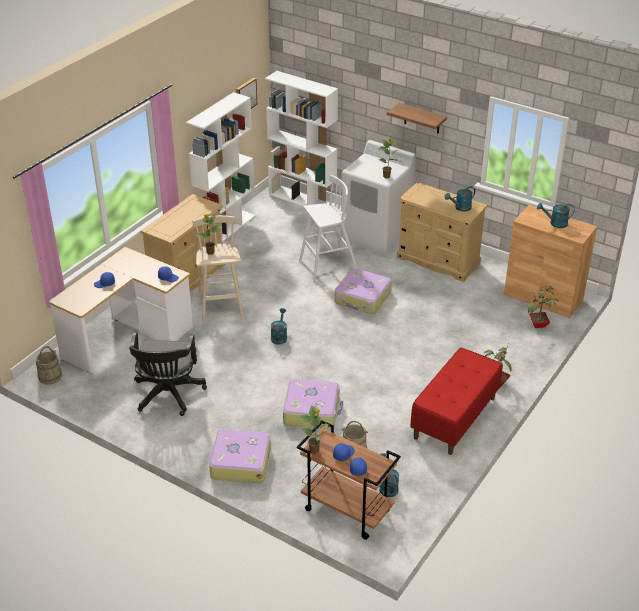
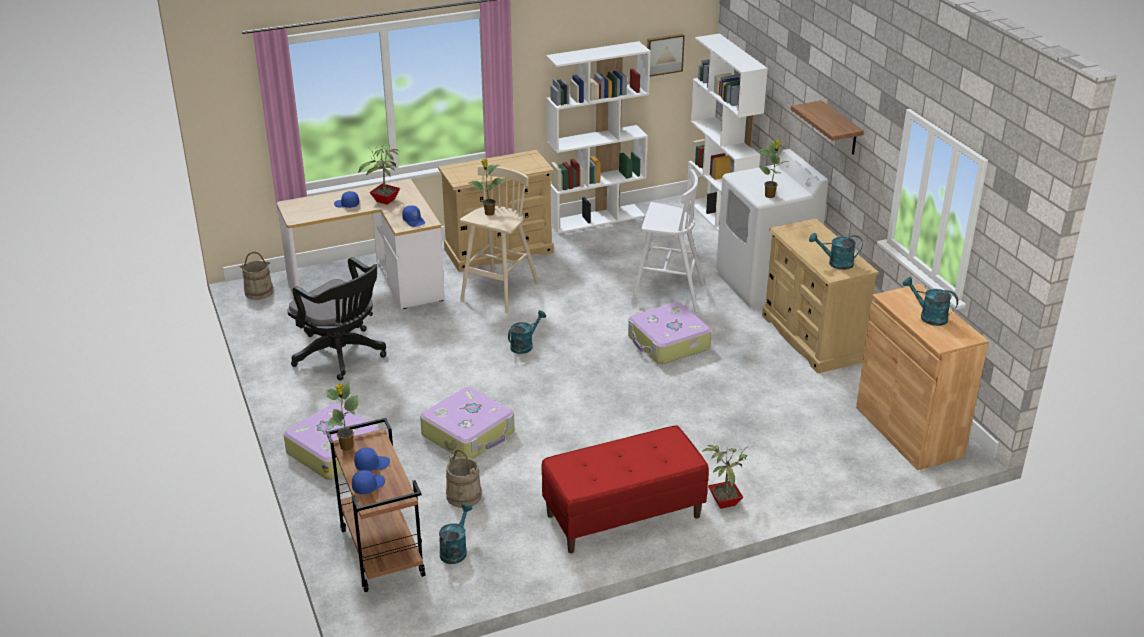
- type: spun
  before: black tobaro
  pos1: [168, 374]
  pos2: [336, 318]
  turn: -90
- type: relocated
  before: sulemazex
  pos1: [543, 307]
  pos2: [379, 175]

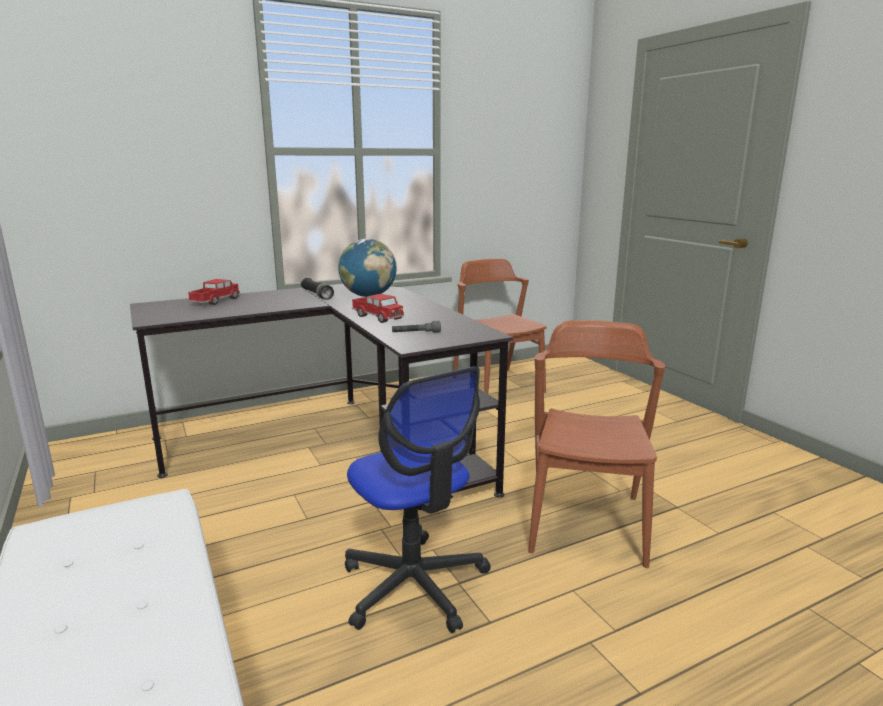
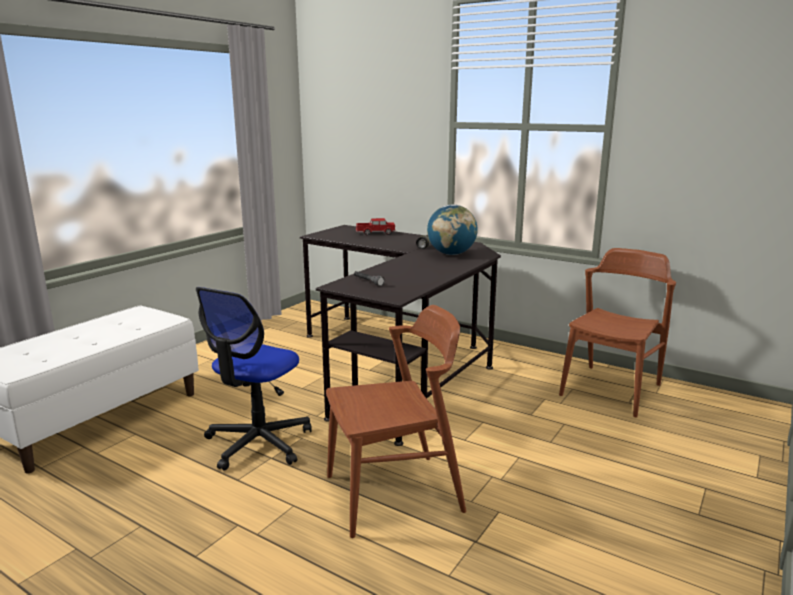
- type: missing
  before: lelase
  pos1: [378, 308]

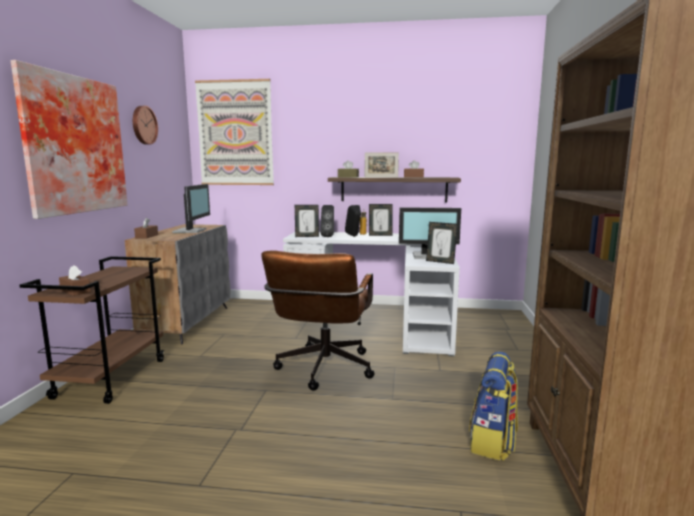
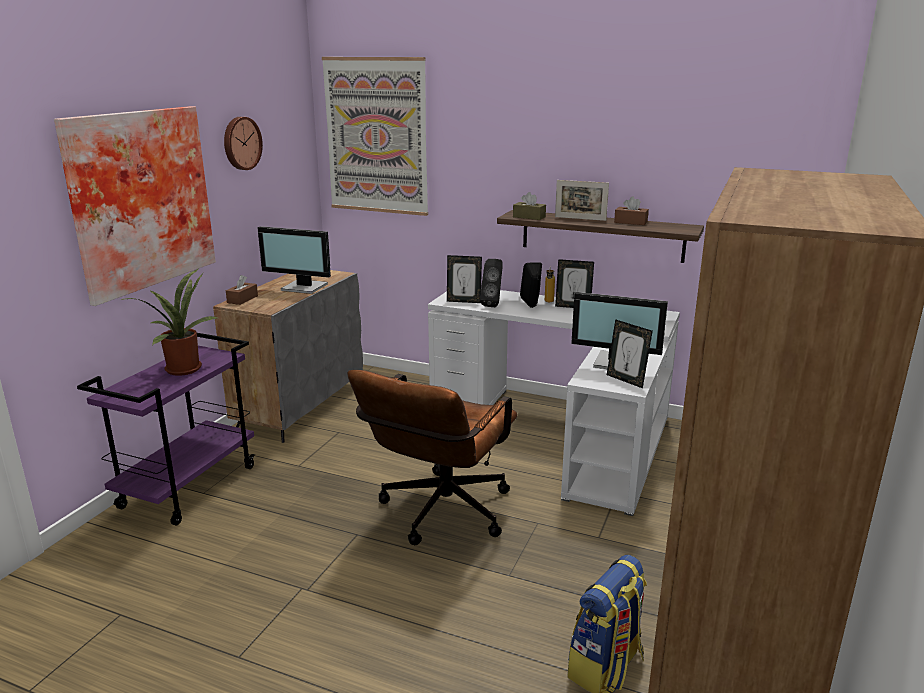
- type: colour
  before: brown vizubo
  after: purple vizubo
  pos1: [92, 330]
  pos2: [166, 429]
- type: missing
  before: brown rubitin
  pos1: [75, 280]
- type: spun
  before: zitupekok
  pos1: [191, 208]
  pos2: [294, 260]
  turn: 90
- type: appeared
  after: sulemazex
  pos2: [169, 322]

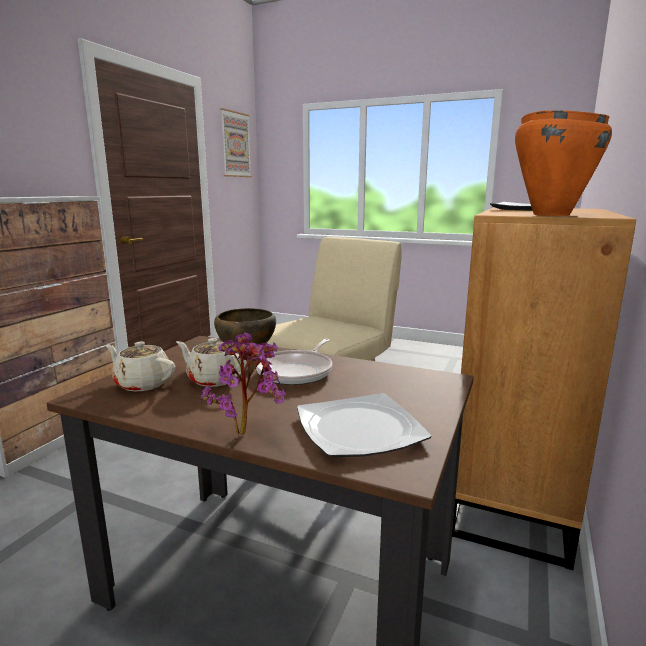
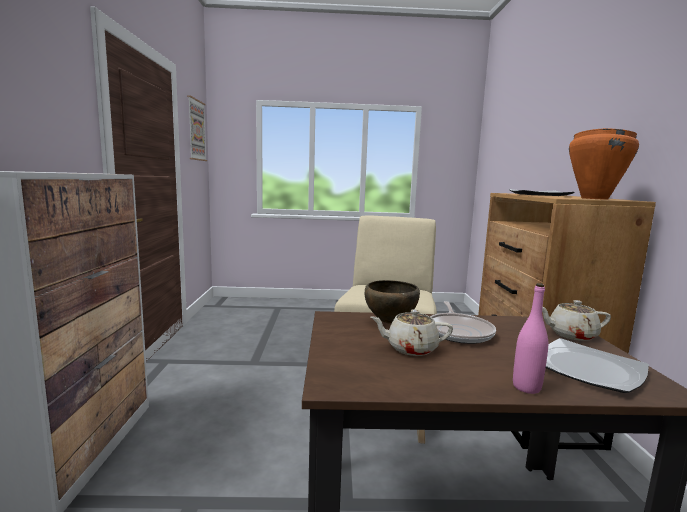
- type: relocated
  before: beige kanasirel
  pos1: [140, 366]
  pos2: [576, 320]
- type: exchanged
  before: sulemazex
  after: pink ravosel
  pos1: [243, 383]
  pos2: [530, 338]

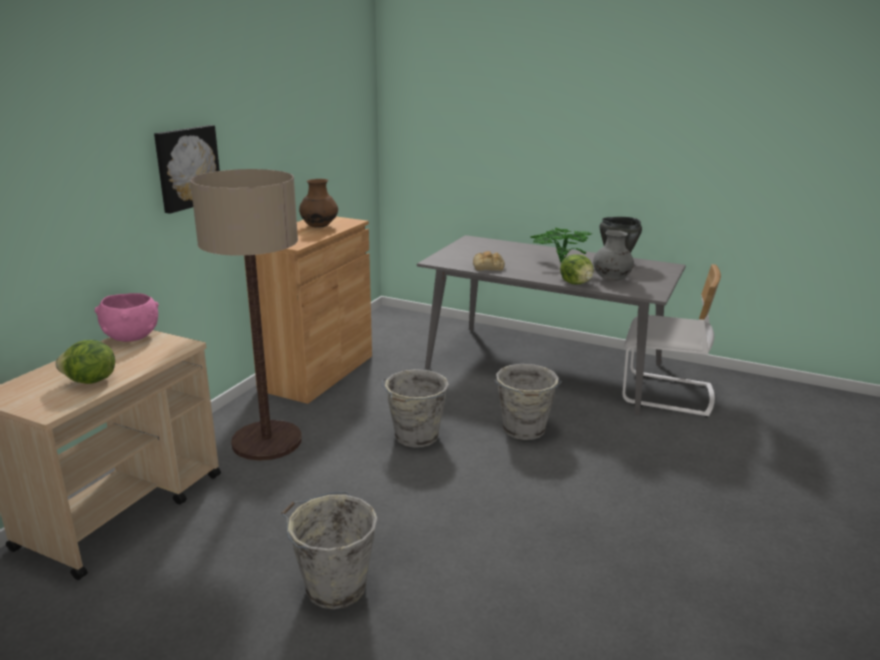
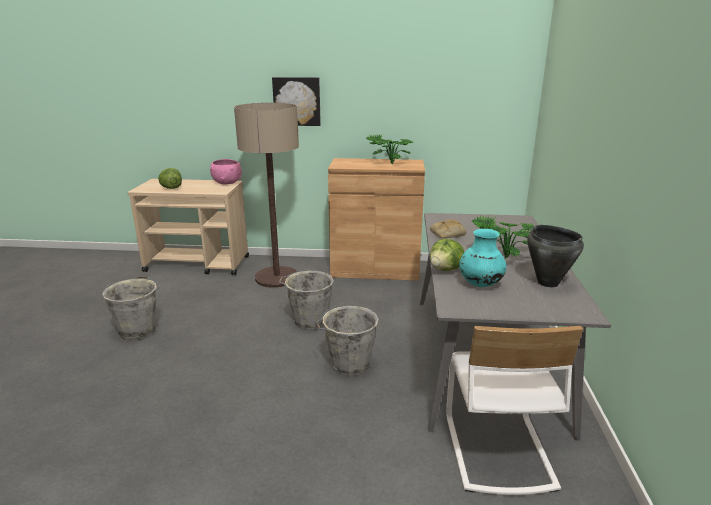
- type: exchanged
  before: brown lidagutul
  after: sulemazex
  pos1: [318, 203]
  pos2: [389, 149]
- type: colour
  before: grey lidagutul
  after: turquoise lidagutul
  pos1: [613, 255]
  pos2: [482, 258]

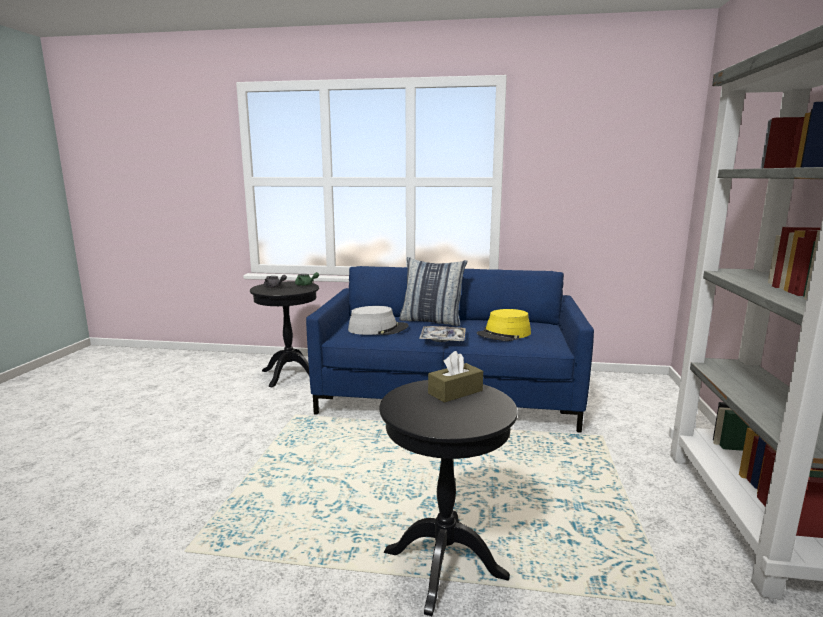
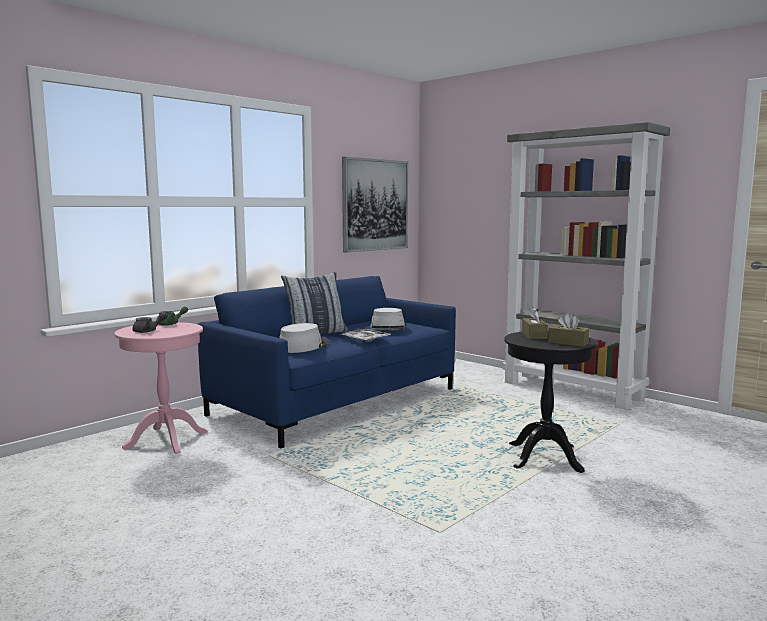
- type: colour
  before: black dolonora
  after: pink dolonora
  pos1: [284, 334]
  pos2: [161, 388]
- type: colour
  before: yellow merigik
  after: grey merigik
  pos1: [504, 325]
  pos2: [387, 319]
- type: appeared
  after: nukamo
  pos2: [375, 205]
- type: appeared
  after: brown rubitin
  pos2: [568, 330]

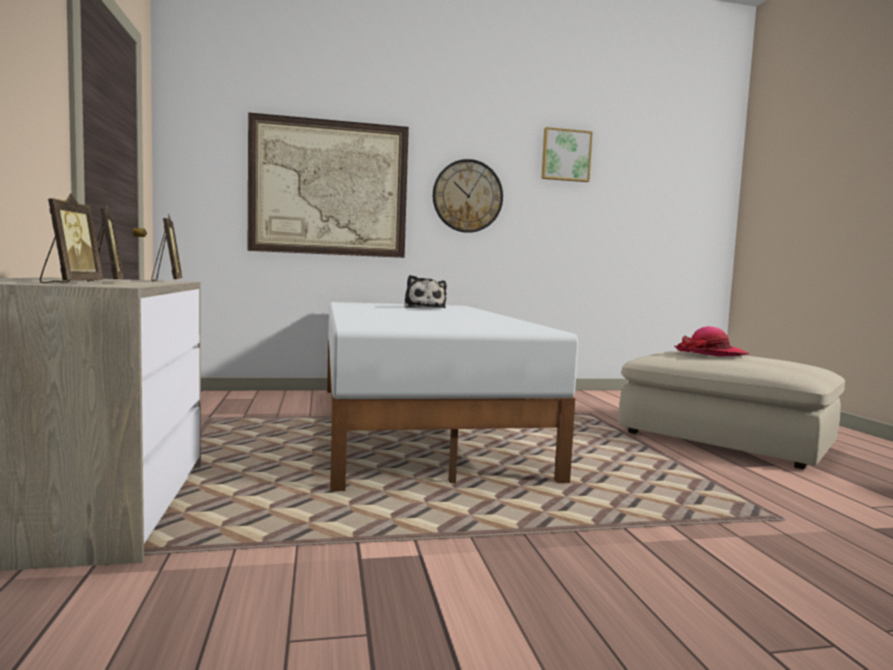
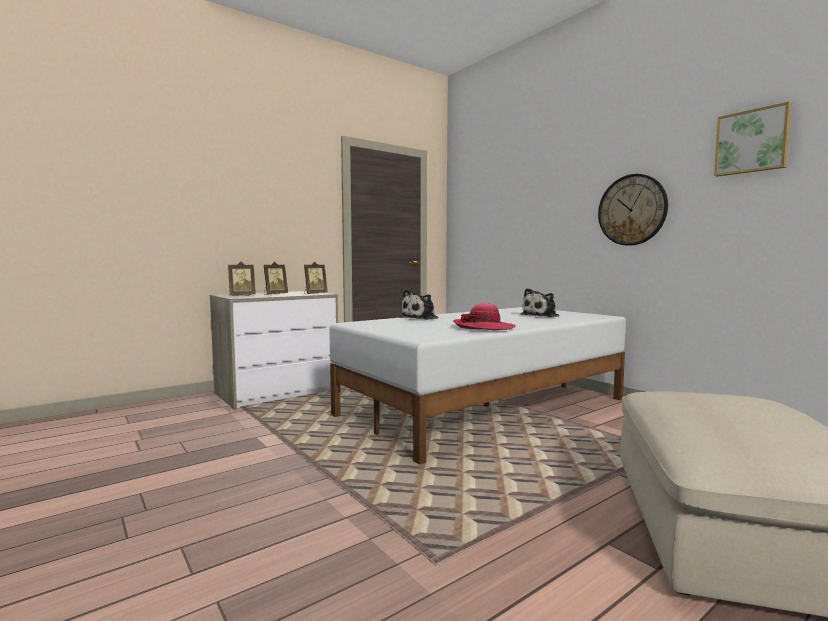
- type: missing
  before: nukamo
  pos1: [328, 185]
- type: relocated
  before: merigik
  pos1: [711, 341]
  pos2: [484, 316]
- type: appeared
  after: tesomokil
  pos2: [418, 305]

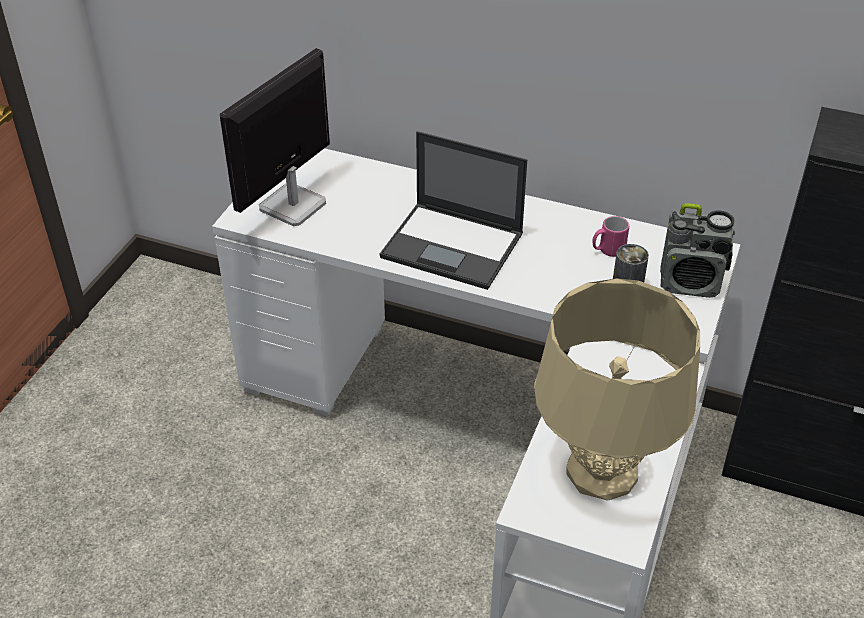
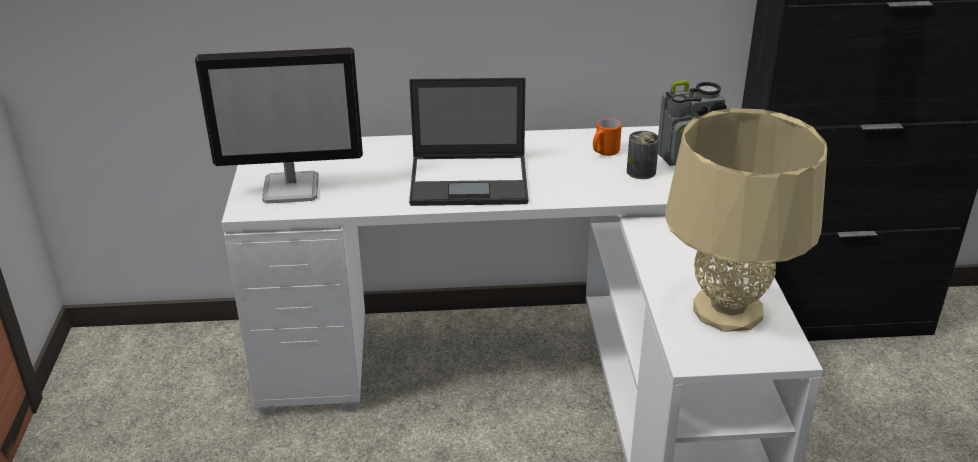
- type: spun
  before: zitupekok
  pos1: [275, 137]
  pos2: [279, 125]
  turn: -105
- type: colour
  before: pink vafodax
  after: orange vafodax
  pos1: [610, 236]
  pos2: [607, 137]

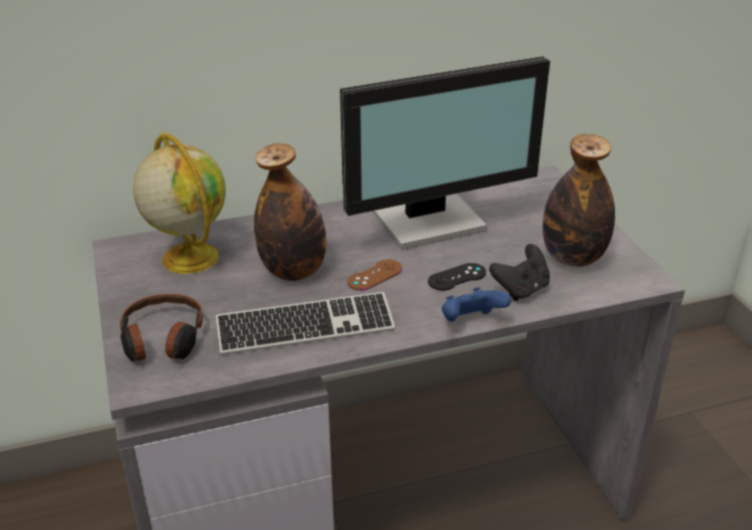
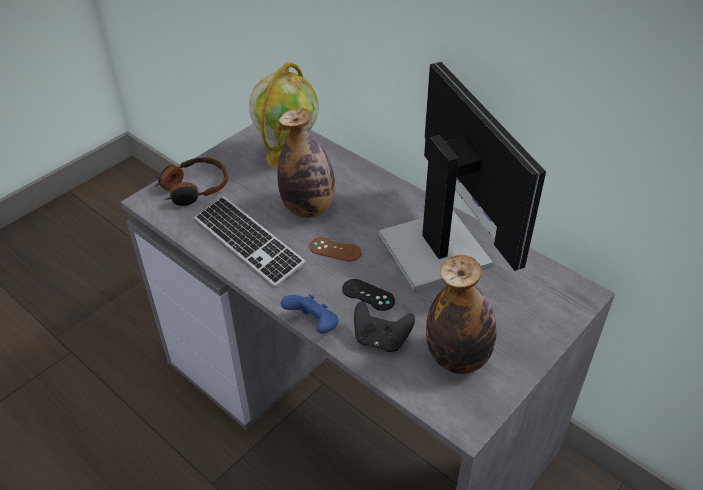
- type: spun
  before: zitupekok
  pos1: [445, 153]
  pos2: [462, 176]
  turn: -150

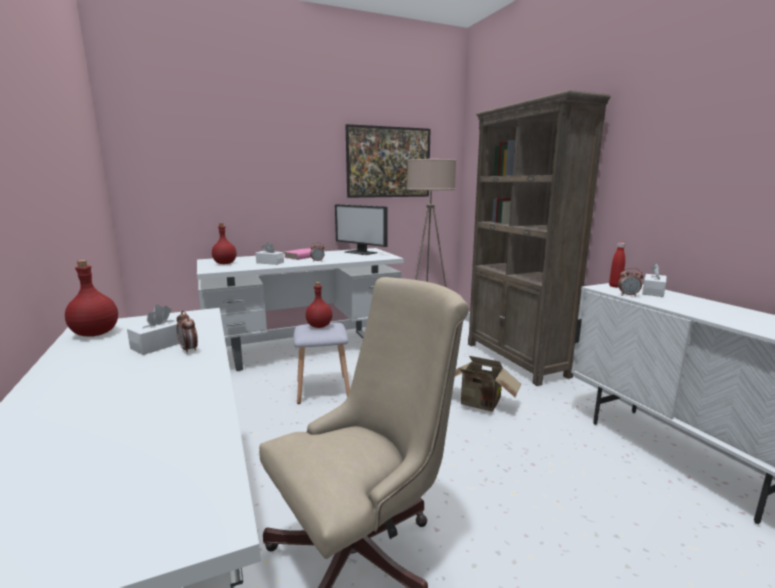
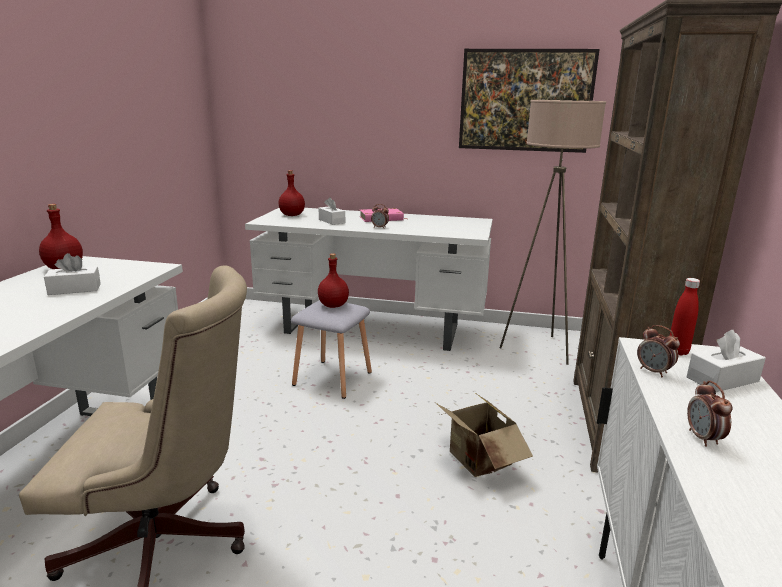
- type: relocated
  before: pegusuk
  pos1: [187, 332]
  pos2: [709, 414]
- type: missing
  before: zitupekok
  pos1: [361, 229]

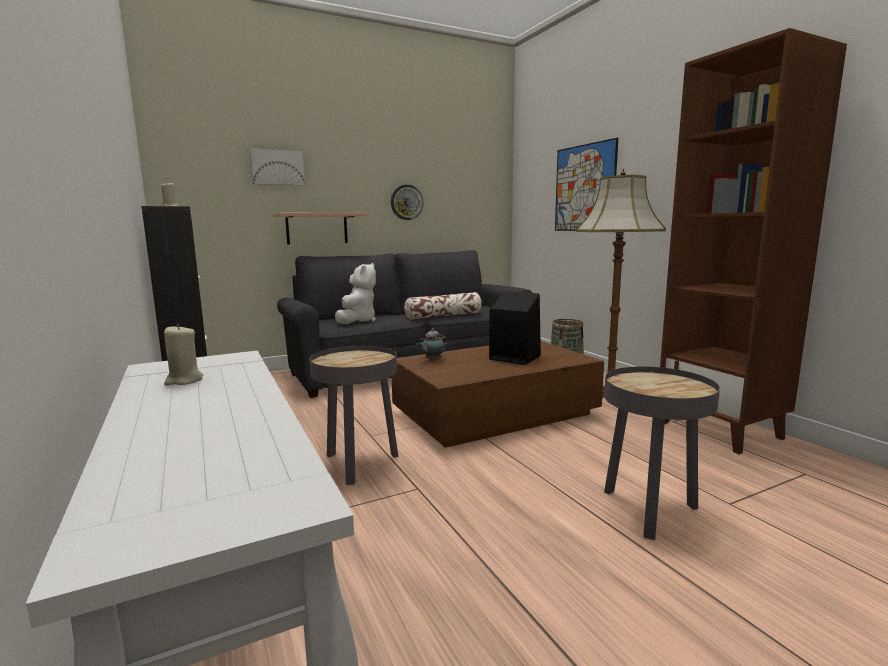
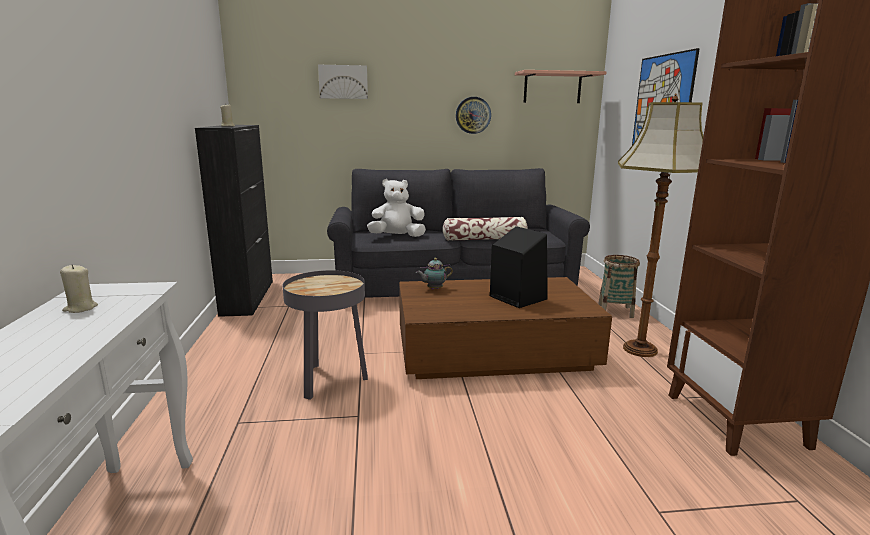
- type: relocated
  before: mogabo
  pos1: [320, 228]
  pos2: [561, 86]
- type: spun
  before: white tesomokil
  pos1: [355, 293]
  pos2: [396, 208]
  turn: -135
- type: missing
  before: grey dolonora
  pos1: [662, 453]

